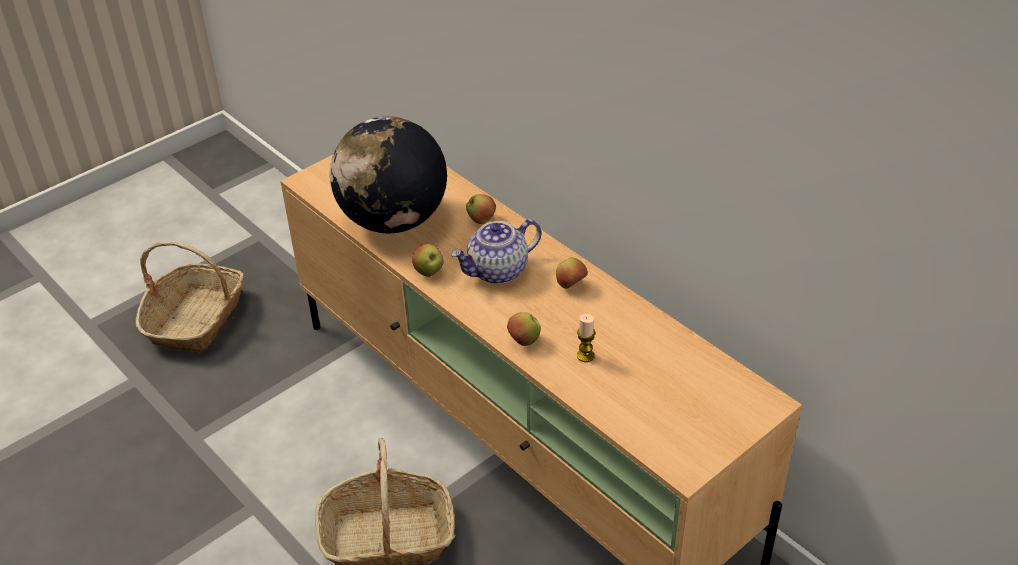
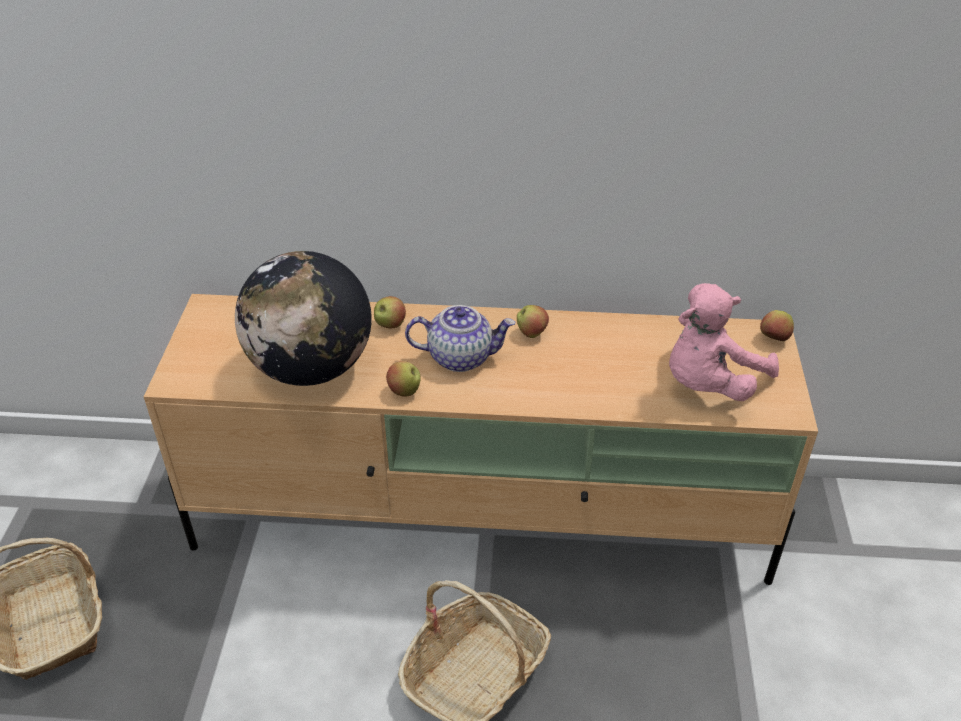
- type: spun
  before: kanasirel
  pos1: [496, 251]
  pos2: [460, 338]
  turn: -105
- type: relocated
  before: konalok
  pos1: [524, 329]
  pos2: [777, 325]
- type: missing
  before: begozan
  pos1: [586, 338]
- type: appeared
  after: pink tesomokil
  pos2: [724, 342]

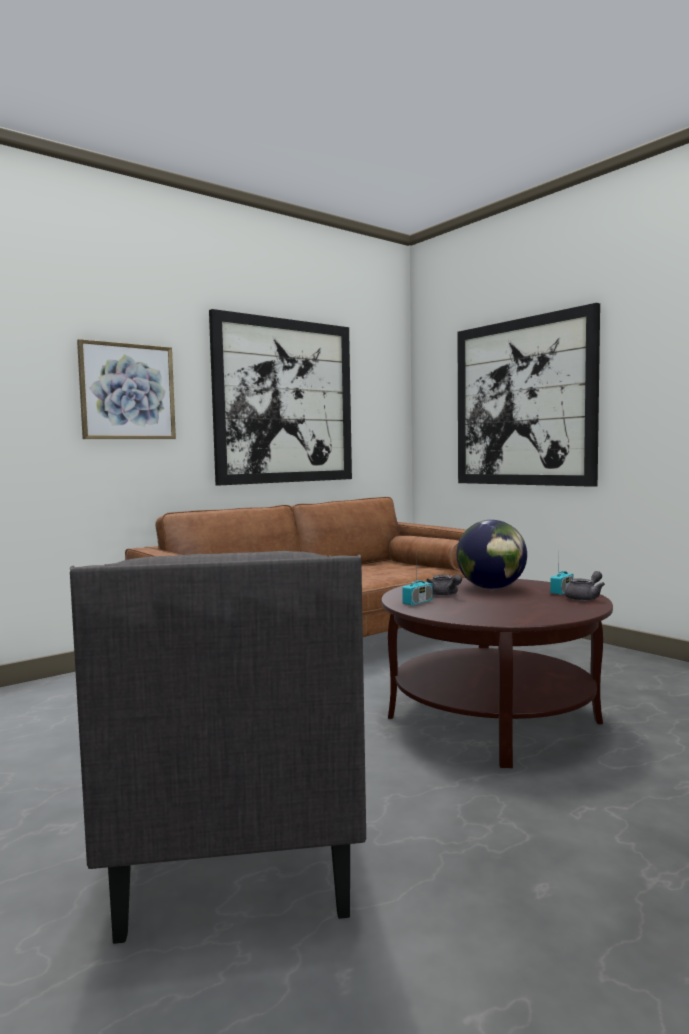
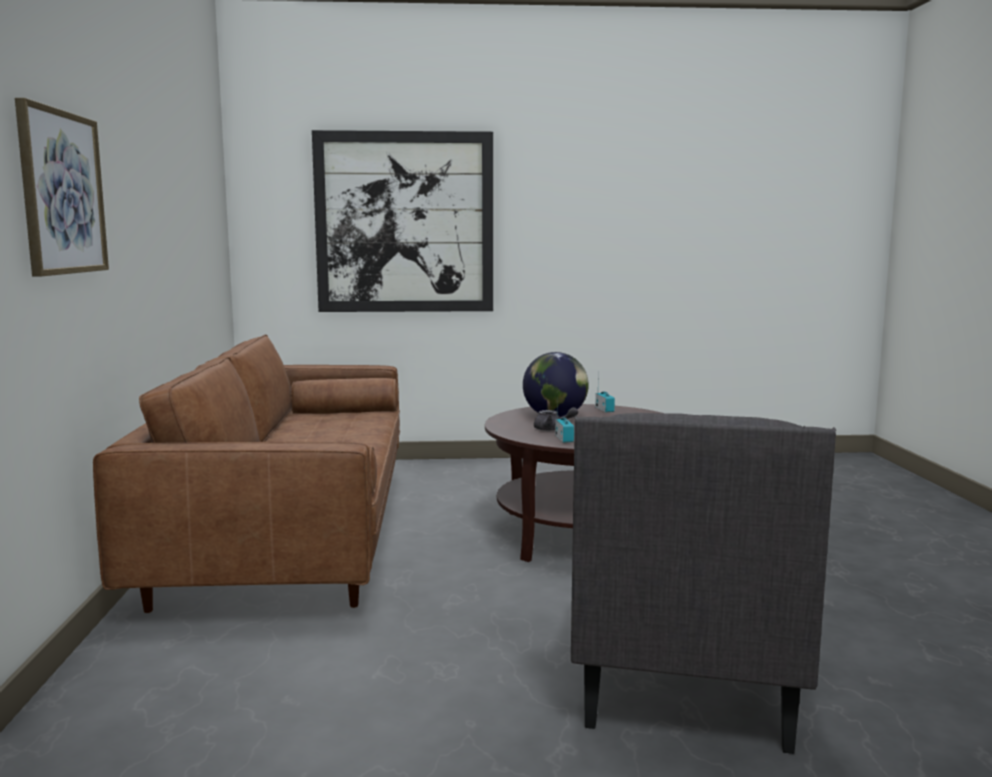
- type: spun
  before: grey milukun
  pos1: [218, 747]
  pos2: [703, 583]
  turn: 75
- type: missing
  before: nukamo
  pos1: [280, 397]
- type: missing
  before: grey kanasirel
  pos1: [585, 586]

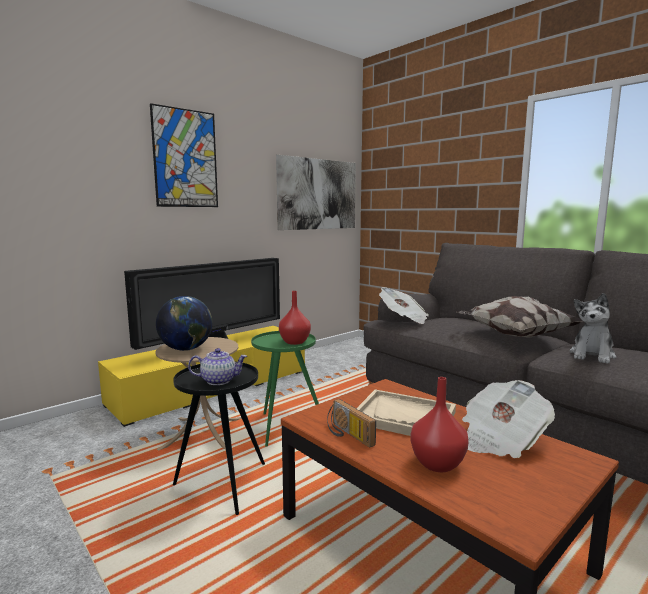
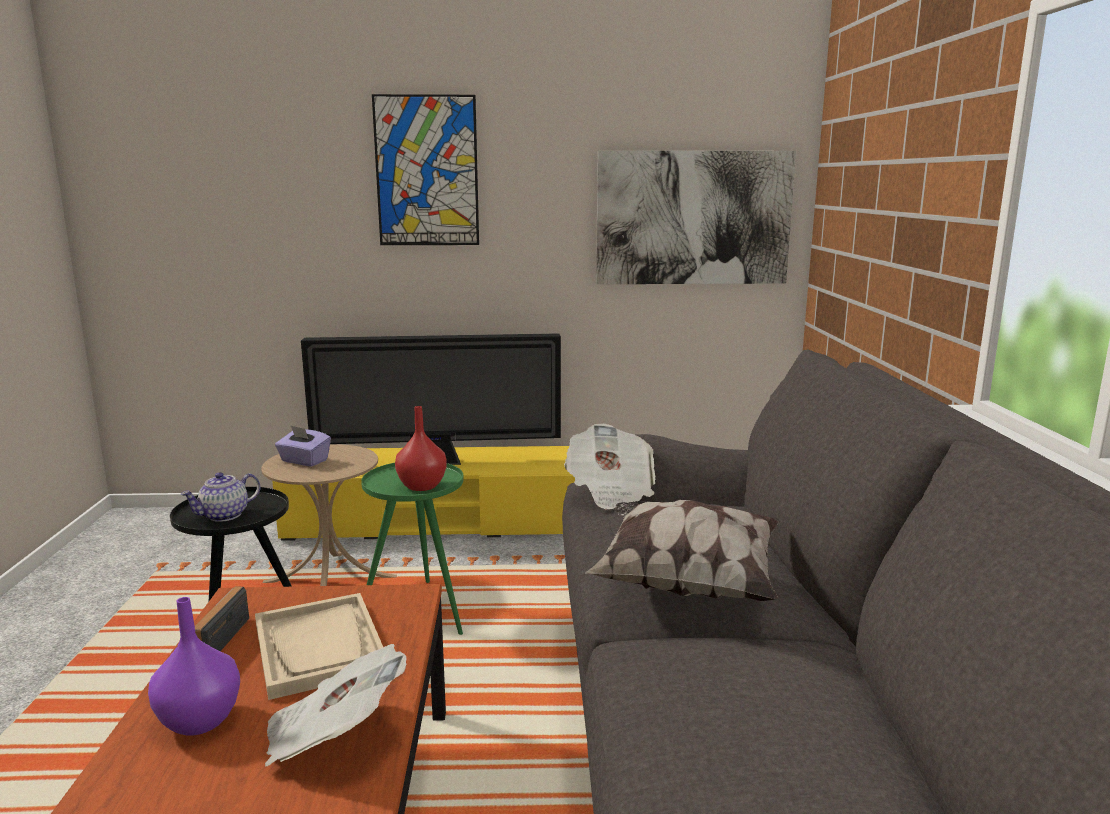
- type: exchanged
  before: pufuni
  after: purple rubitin
  pos1: [184, 323]
  pos2: [303, 446]
- type: spun
  before: kanasirel
  pos1: [217, 366]
  pos2: [220, 497]
  turn: 105
- type: colour
  before: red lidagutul
  after: purple lidagutul
  pos1: [439, 424]
  pos2: [194, 666]
- type: missing
  before: tesomokil
  pos1: [593, 328]

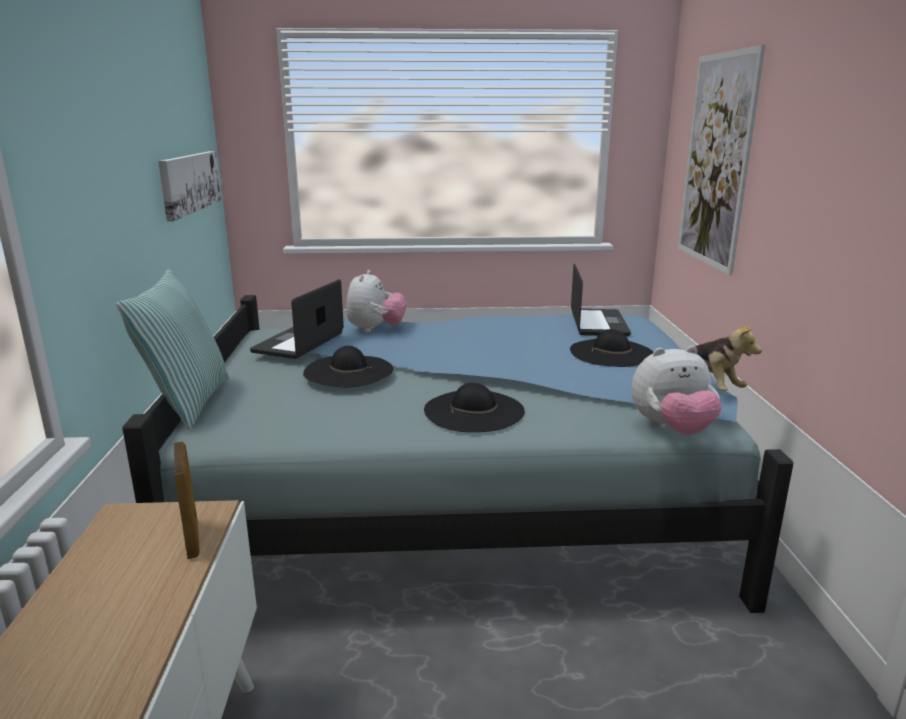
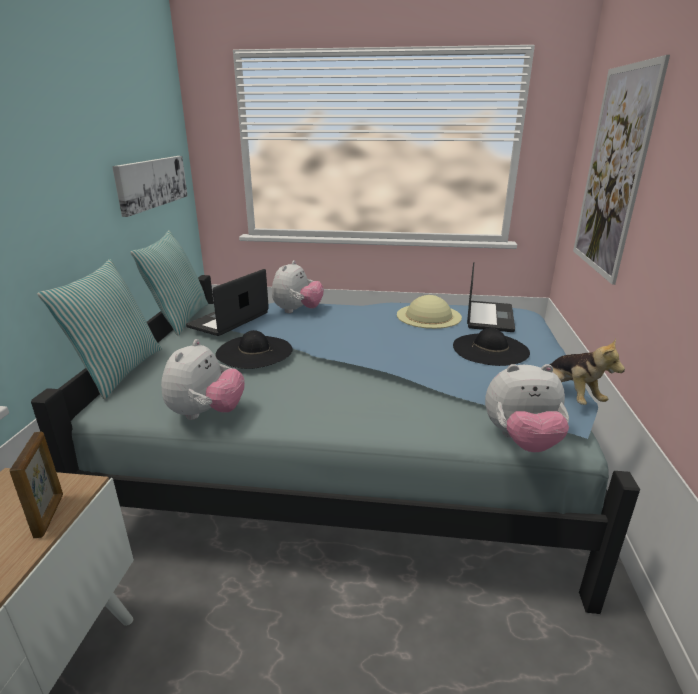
- type: missing
  before: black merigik
  pos1: [474, 407]
- type: appeared
  after: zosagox
  pos2: [169, 283]
- type: appeared
  after: tesomokil
  pos2: [203, 379]
- type: appeared
  after: beige merigik
  pos2: [429, 312]

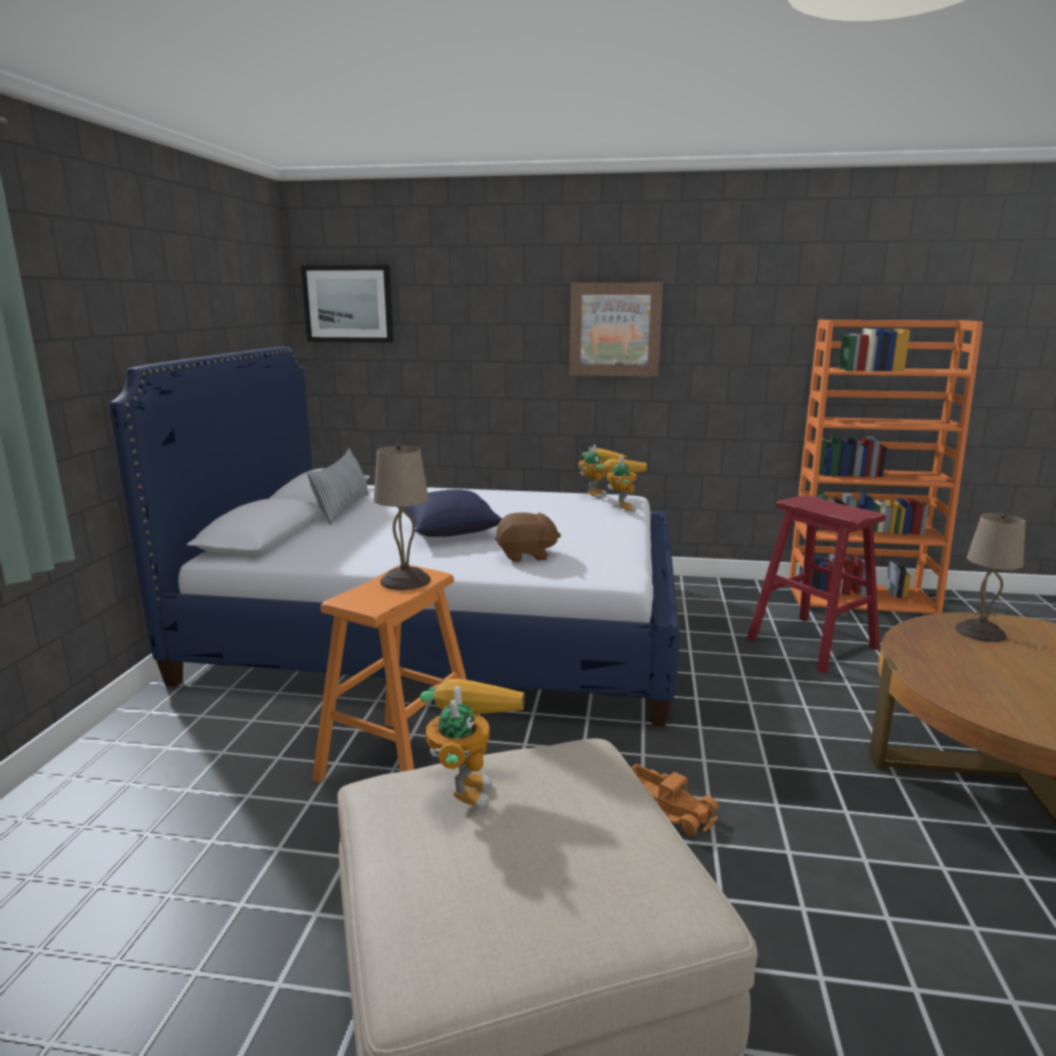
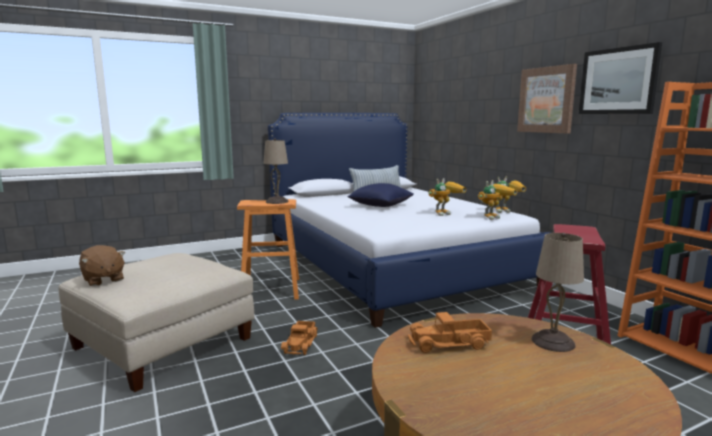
- type: relocated
  before: nukamo
  pos1: [347, 304]
  pos2: [620, 78]
- type: relocated
  before: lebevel
  pos1: [472, 745]
  pos2: [447, 197]
- type: relocated
  before: brown tesomokil
  pos1: [528, 537]
  pos2: [102, 265]
- type: appeared
  after: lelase
  pos2: [450, 332]

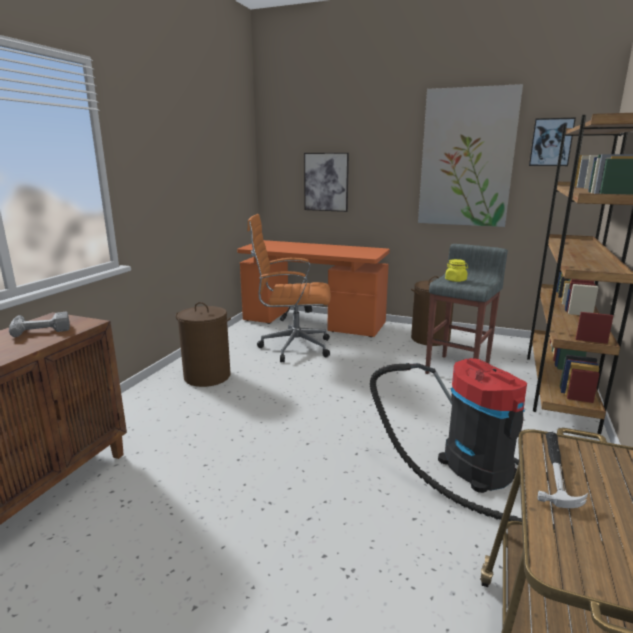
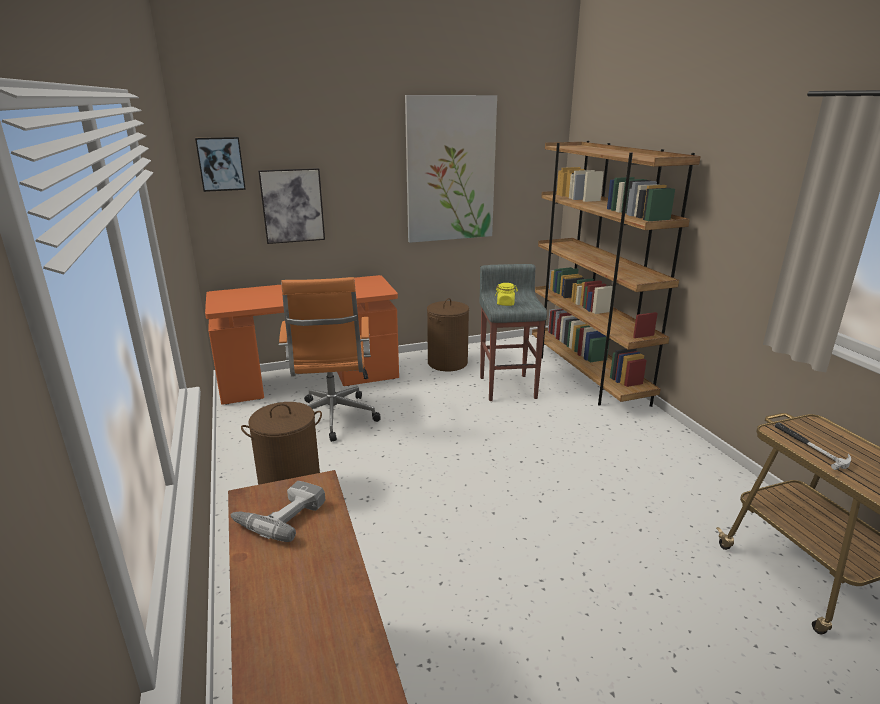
- type: spun
  before: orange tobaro
  pos1: [289, 288]
  pos2: [330, 359]
  turn: -60
- type: missing
  before: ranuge
  pos1: [493, 445]
- type: relocated
  before: nukamo
  pos1: [552, 142]
  pos2: [220, 164]

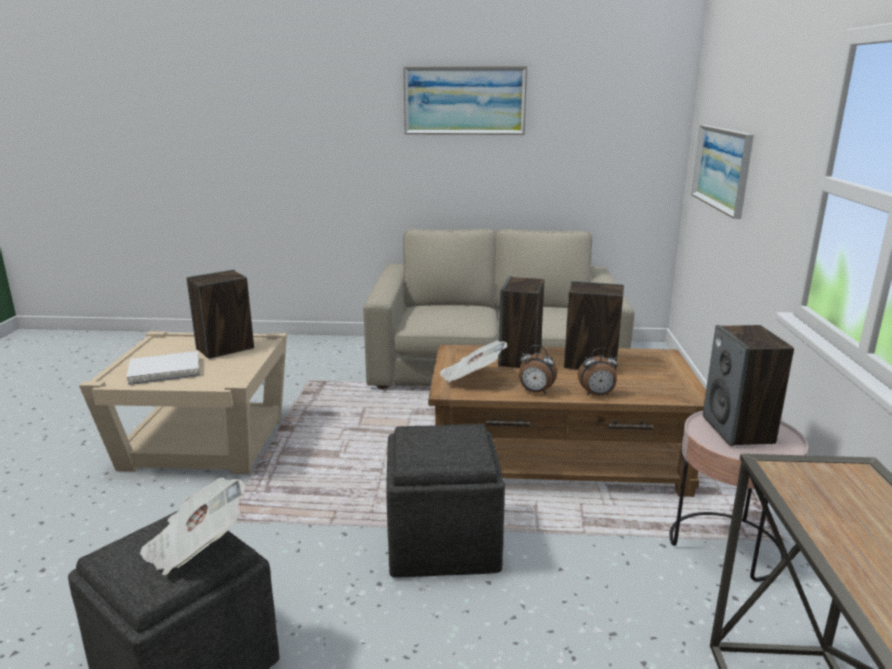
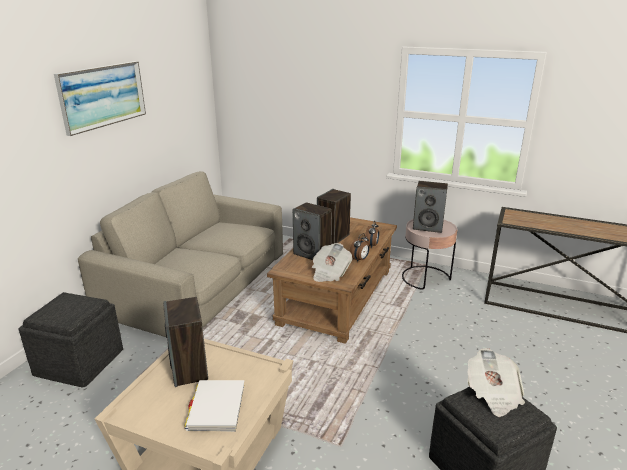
- type: relocated
  before: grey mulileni
  pos1: [445, 501]
  pos2: [71, 339]
- type: missing
  before: nukamo
  pos1: [722, 172]

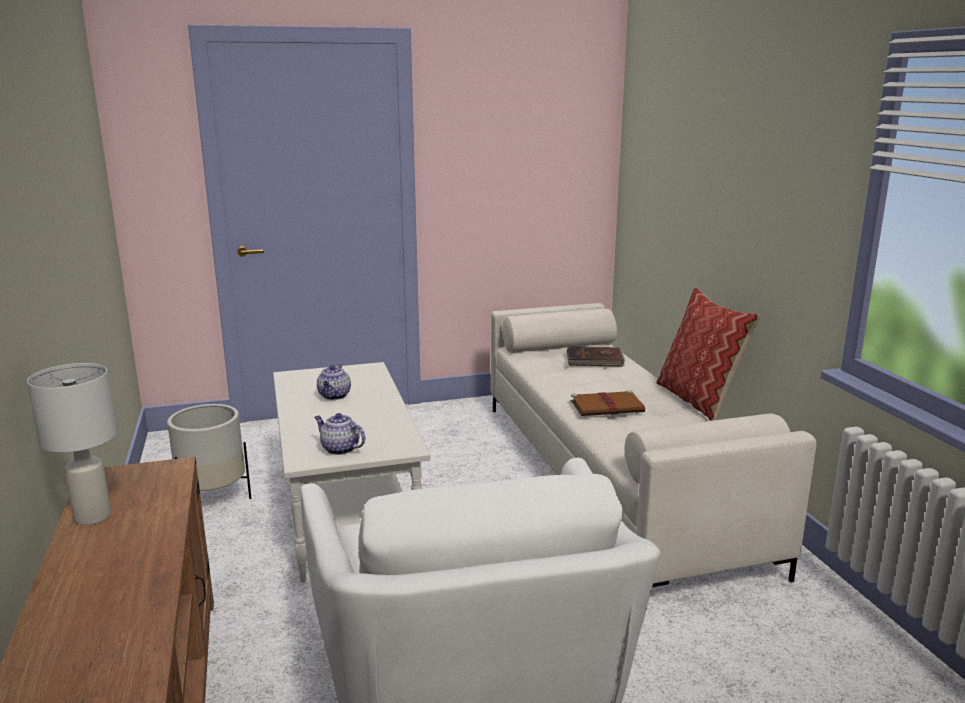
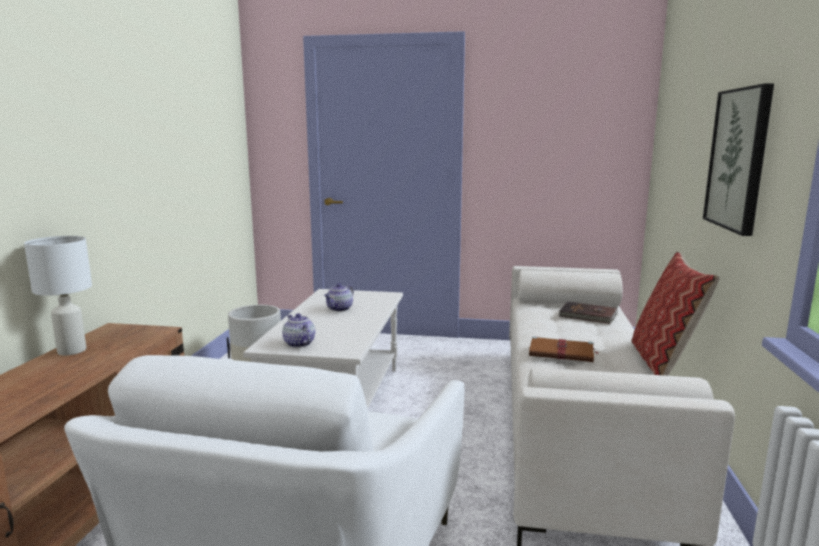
- type: appeared
  after: nukamo
  pos2: [738, 160]

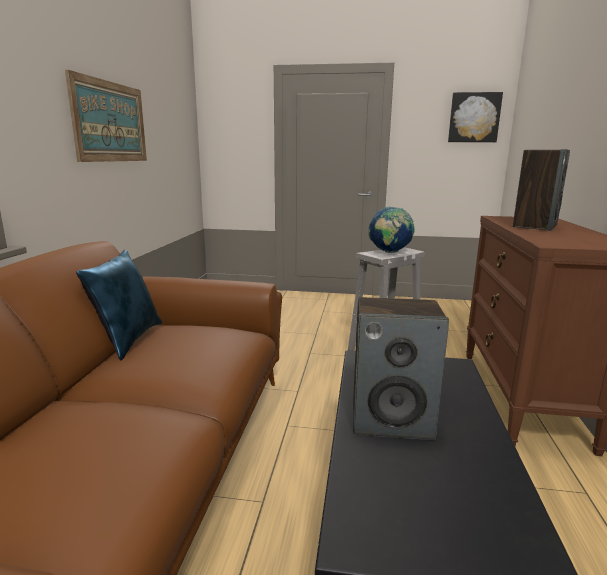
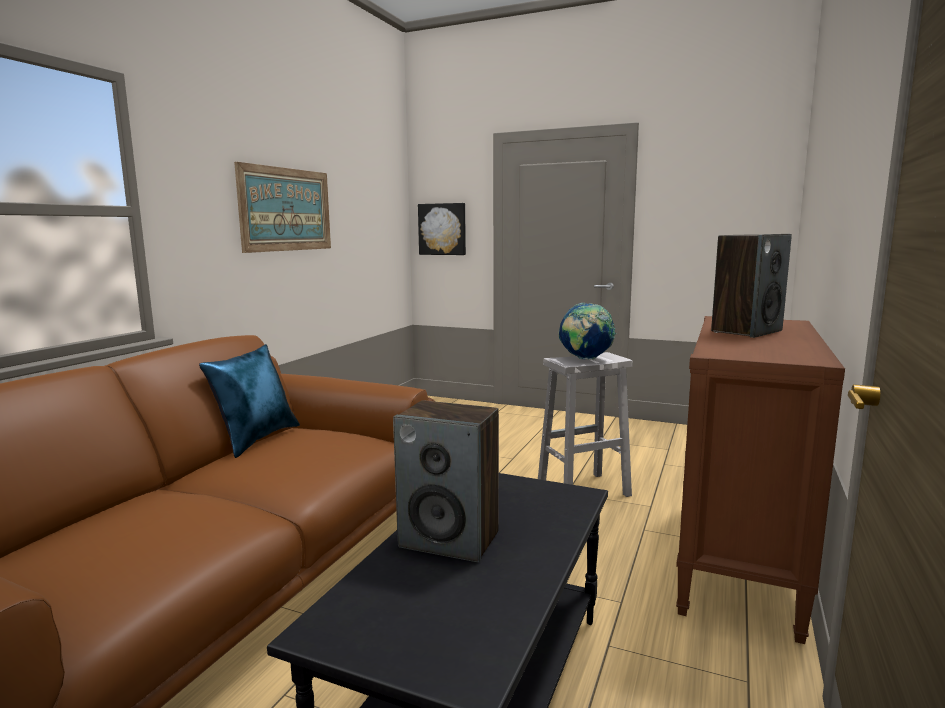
- type: relocated
  before: nukamo
  pos1: [475, 117]
  pos2: [442, 229]

